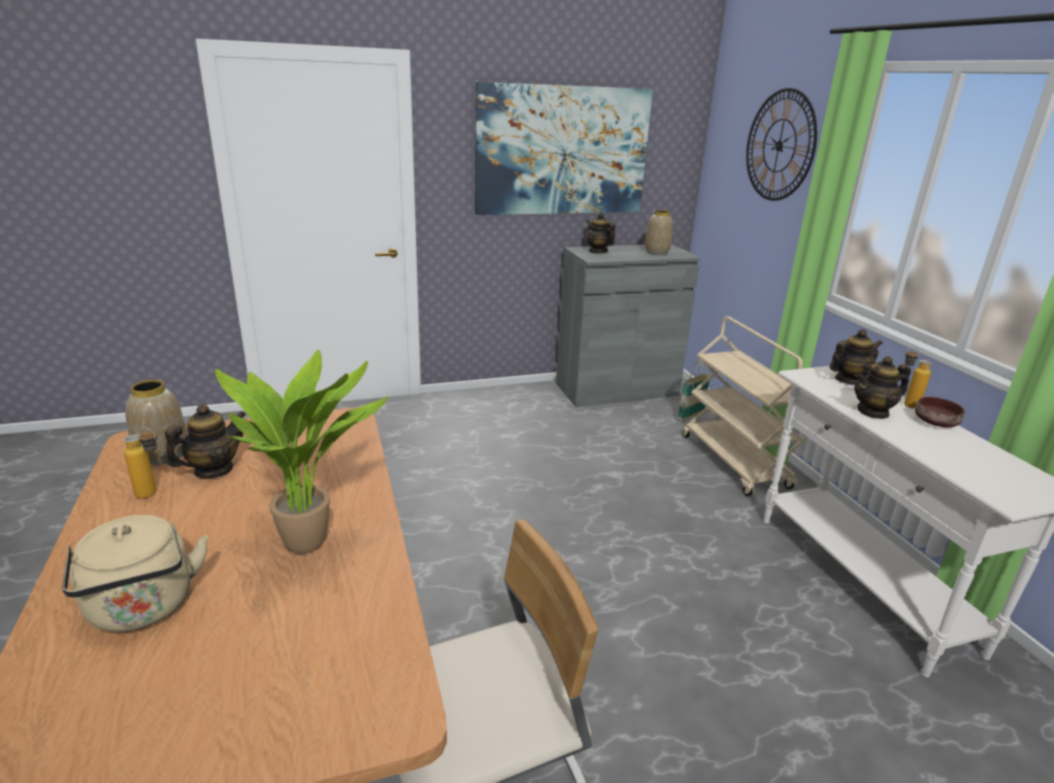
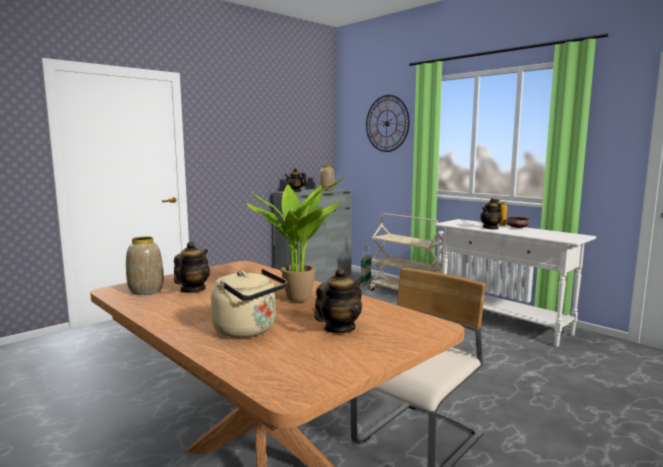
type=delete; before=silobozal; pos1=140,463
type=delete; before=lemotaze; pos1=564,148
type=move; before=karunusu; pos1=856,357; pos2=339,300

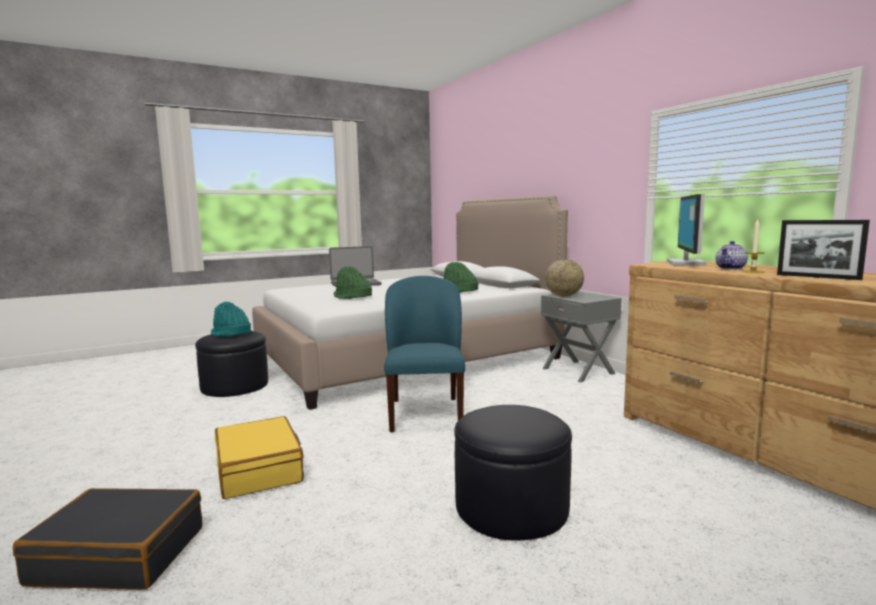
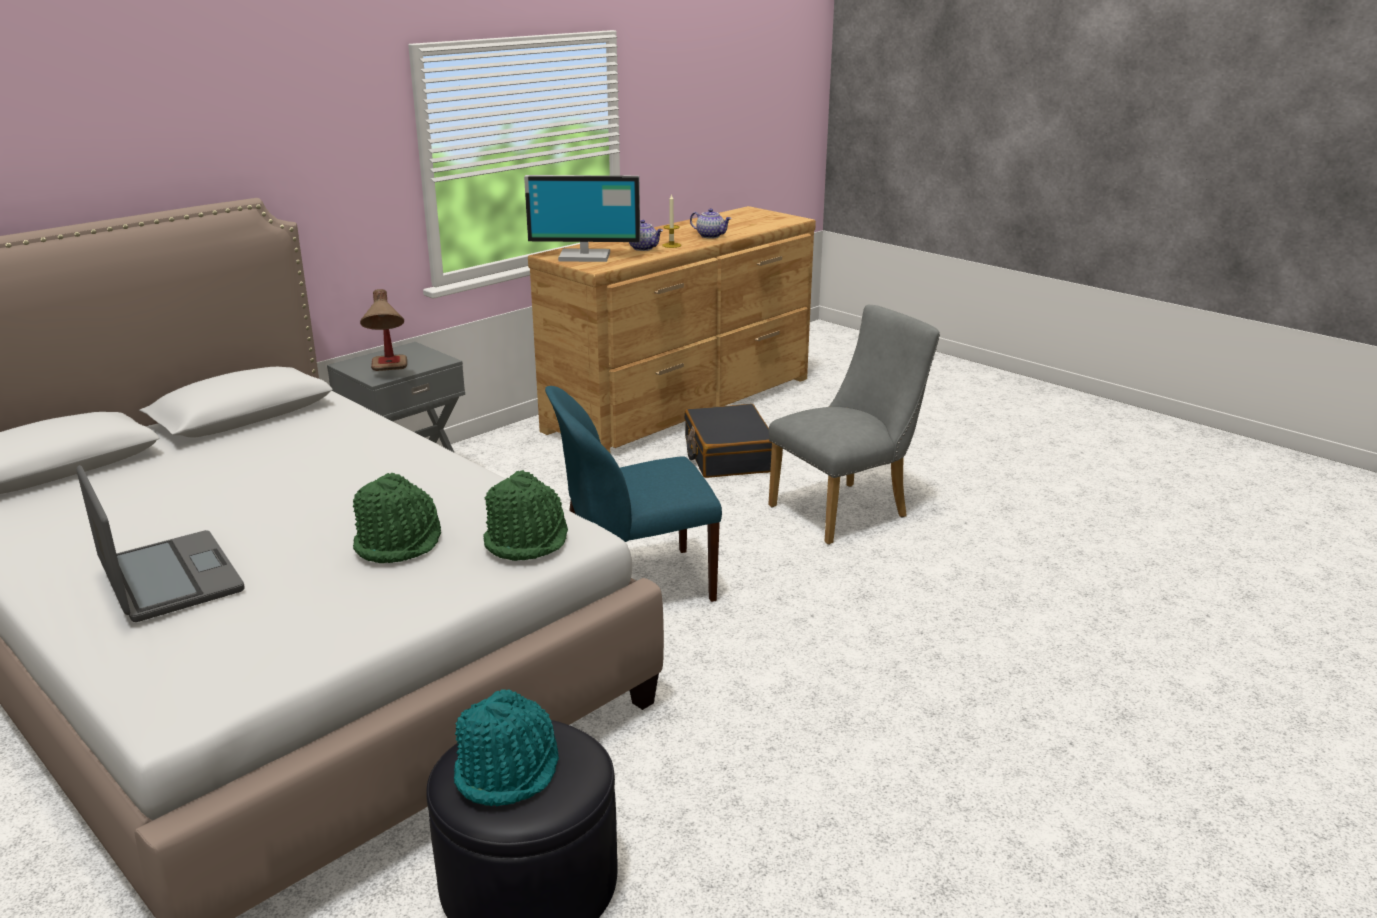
type=move; before=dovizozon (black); pos1=107,539; pos2=728,441
type=delete; before=dovizozon (yellow); pos1=259,457
type=move; before=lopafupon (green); pos1=460,277; pos2=525,515
type=replace; before=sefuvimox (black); after=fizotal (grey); pos1=513,472; pos2=854,425
type=replace; before=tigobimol; after=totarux; pos1=565,277; pos2=383,330
type=replace; before=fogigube; after=karunusu; pos1=823,250; pos2=711,223

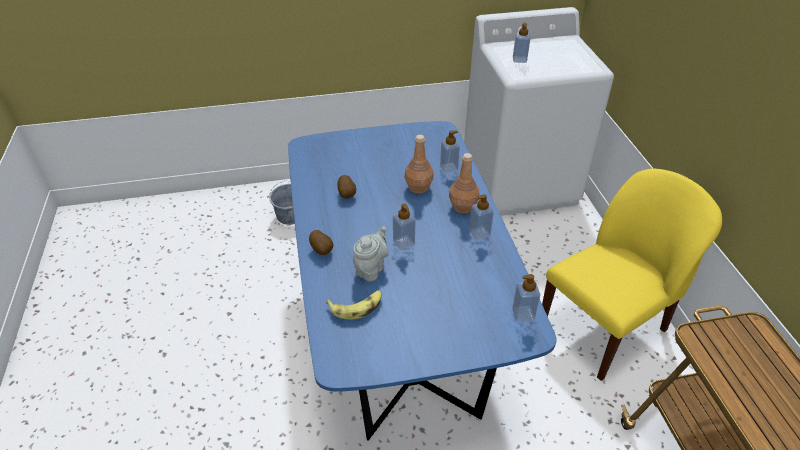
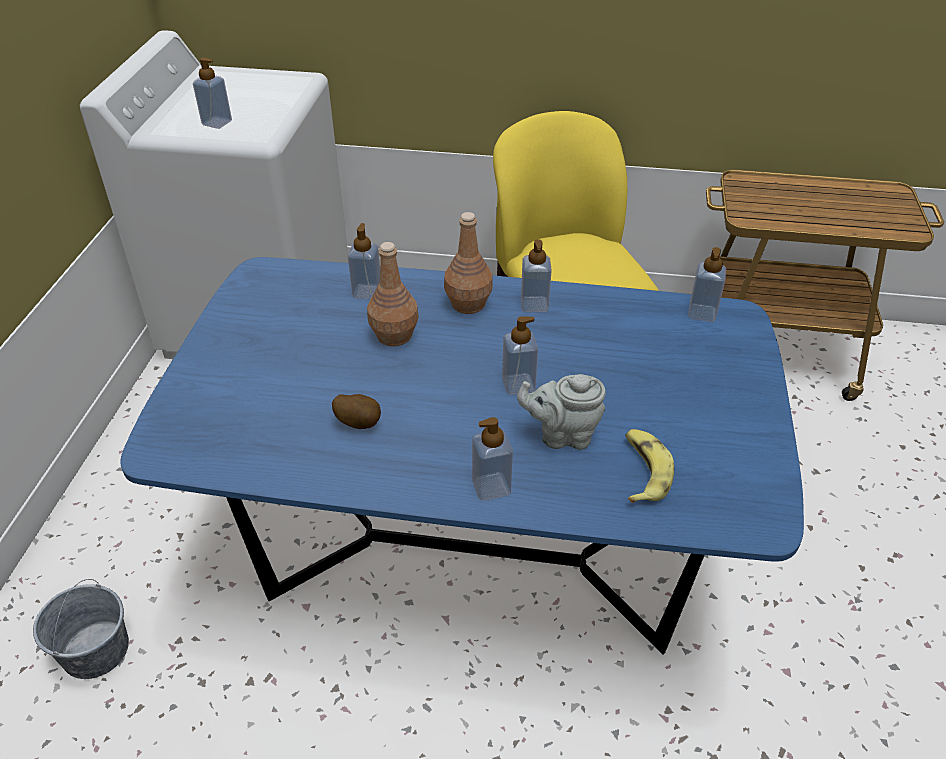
type=replace; before=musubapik; after=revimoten; pos1=321,242; pos2=492,459
type=rotate; before=karunusu (grey); pos1=371,254; pos2=561,412; turn=-45

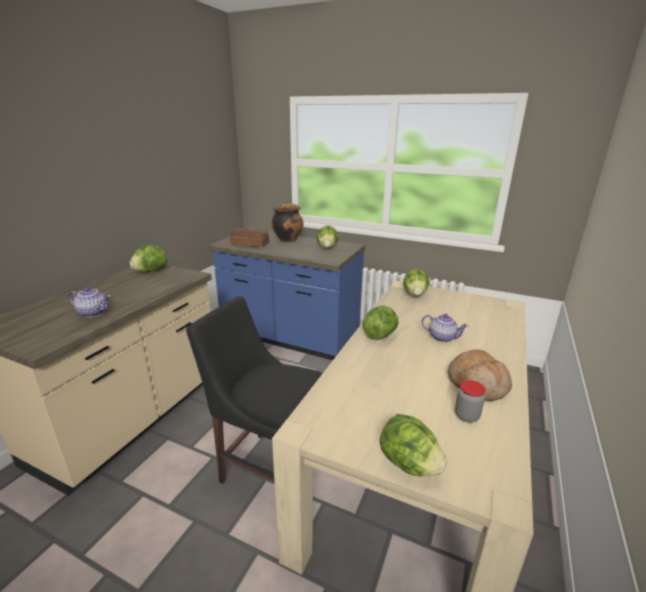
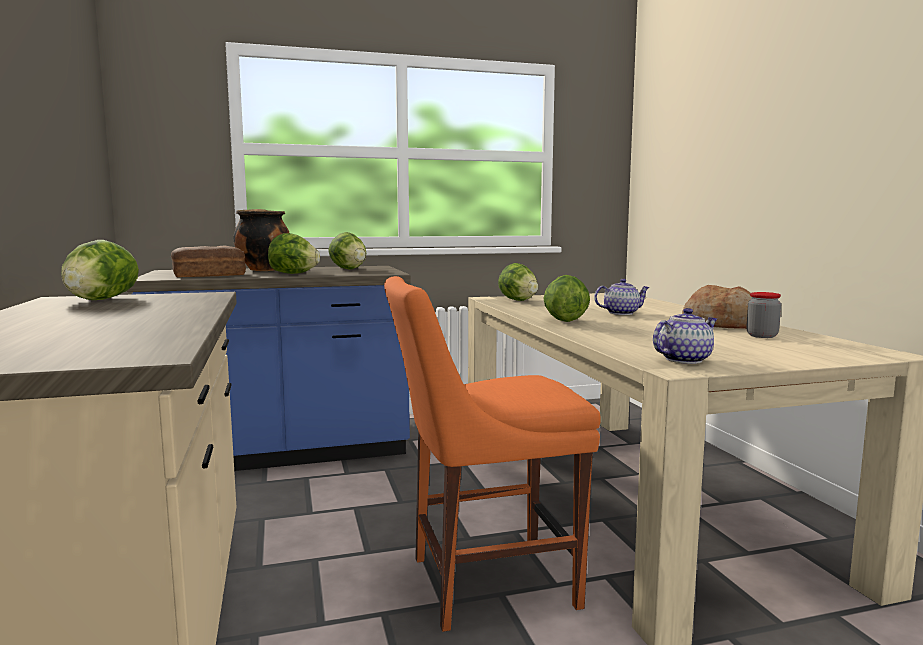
type=move; before=karunusu; pos1=89,302; pos2=685,336
type=recolor; before=fizotal (black); after=fizotal (orange); pos1=254,390; pos2=492,454
type=move; before=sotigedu; pos1=413,445; pos2=294,253

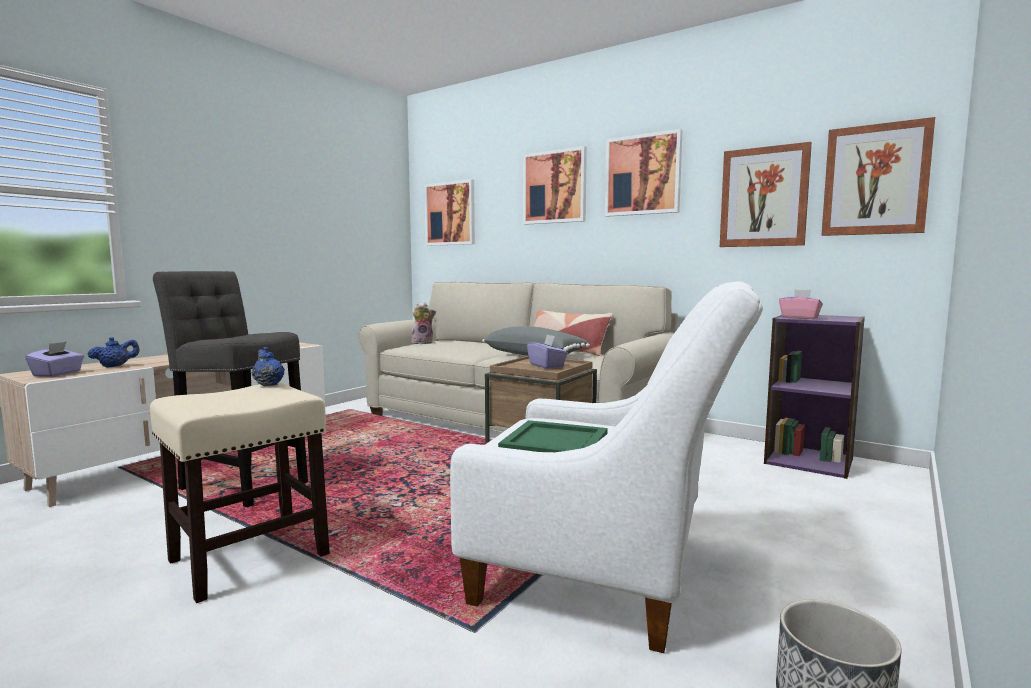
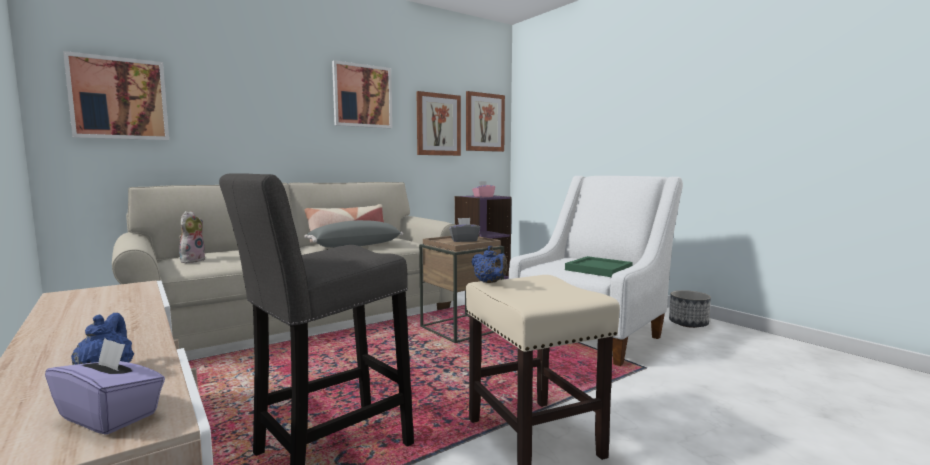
type=rotate; before=karunusu (blue); pos1=268,366; pos2=490,264; turn=-105
type=delete; before=lemotaze; pos1=555,185
type=recolor; before=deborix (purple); after=deborix (grey); pos1=547,352; pos2=464,230

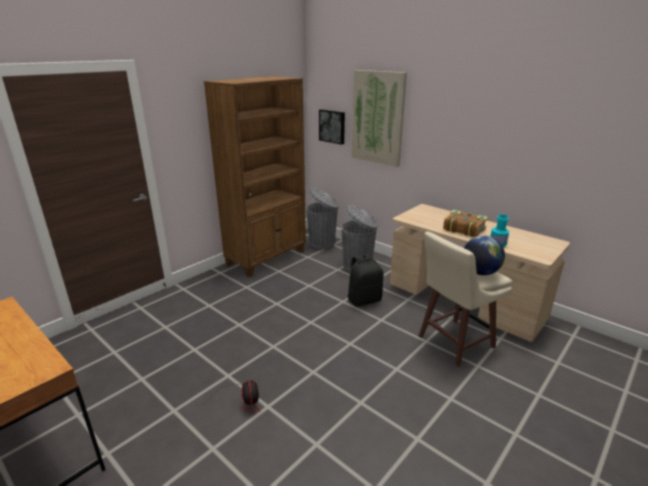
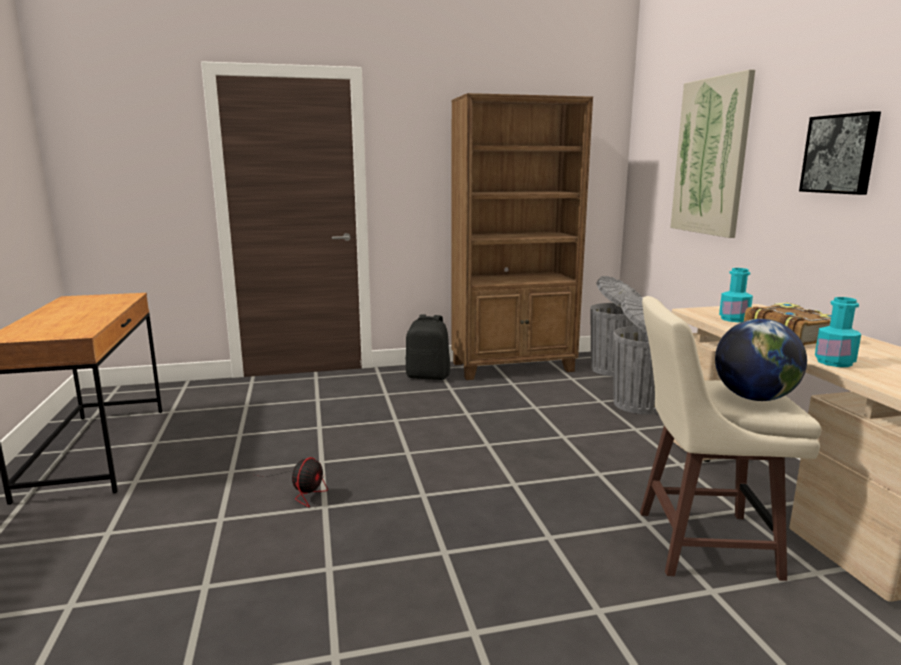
type=move; before=lemotaze; pos1=332,127; pos2=840,153
type=move; before=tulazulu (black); pos1=366,280; pos2=428,347
type=insert; after=silobozal (turquoise); pos2=736,295

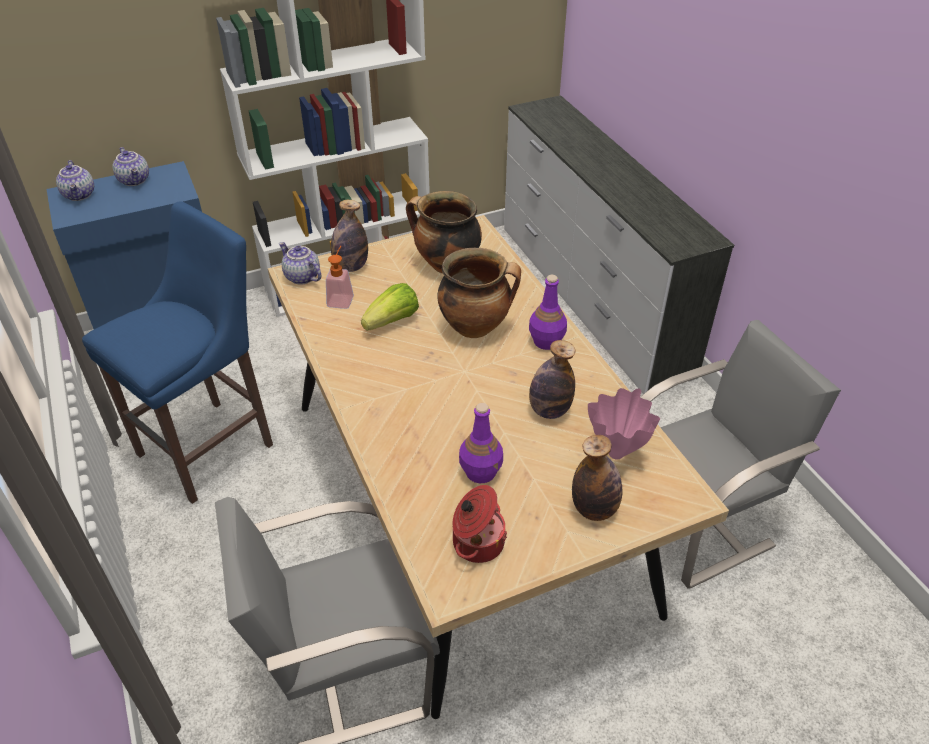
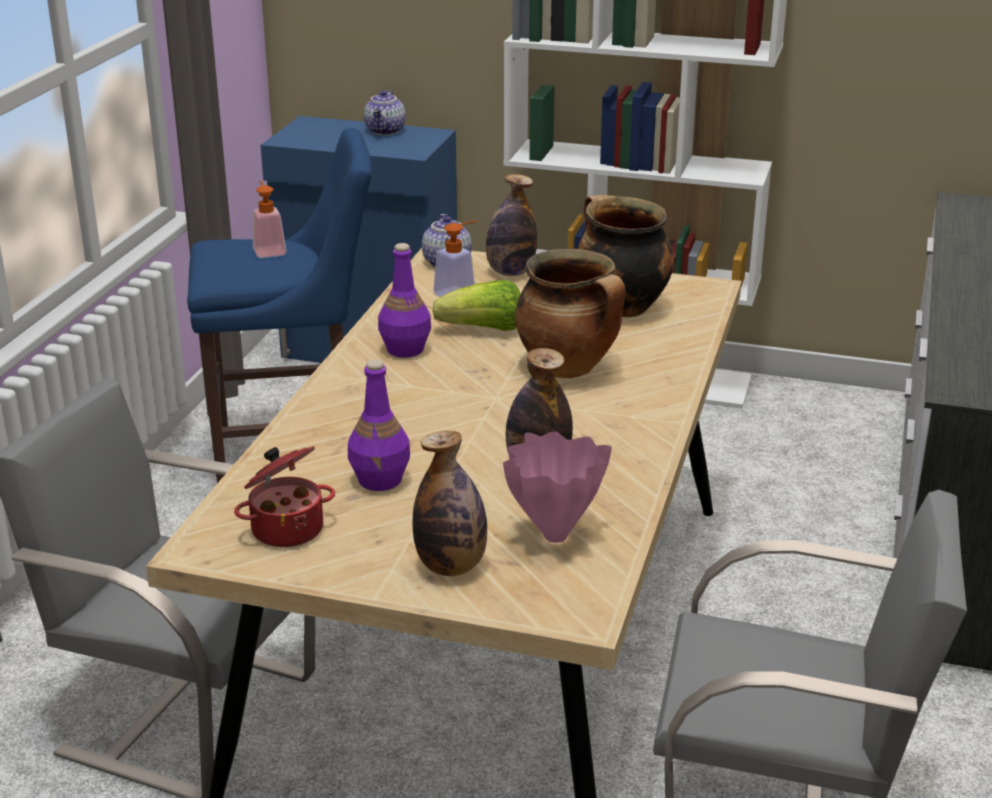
type=delete; before=karunusu; pos1=75,180
type=move; before=silobozal (purple); pos1=548,312; pos2=404,300
type=insert; after=revimoten; pos2=270,219

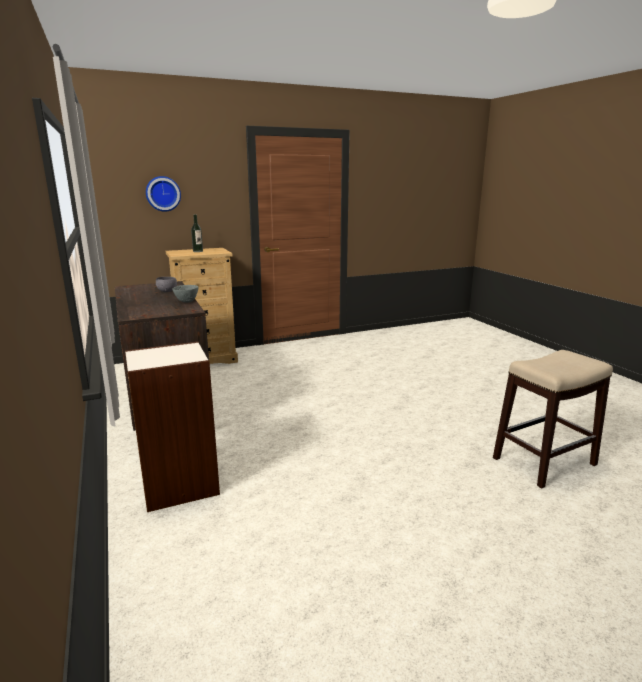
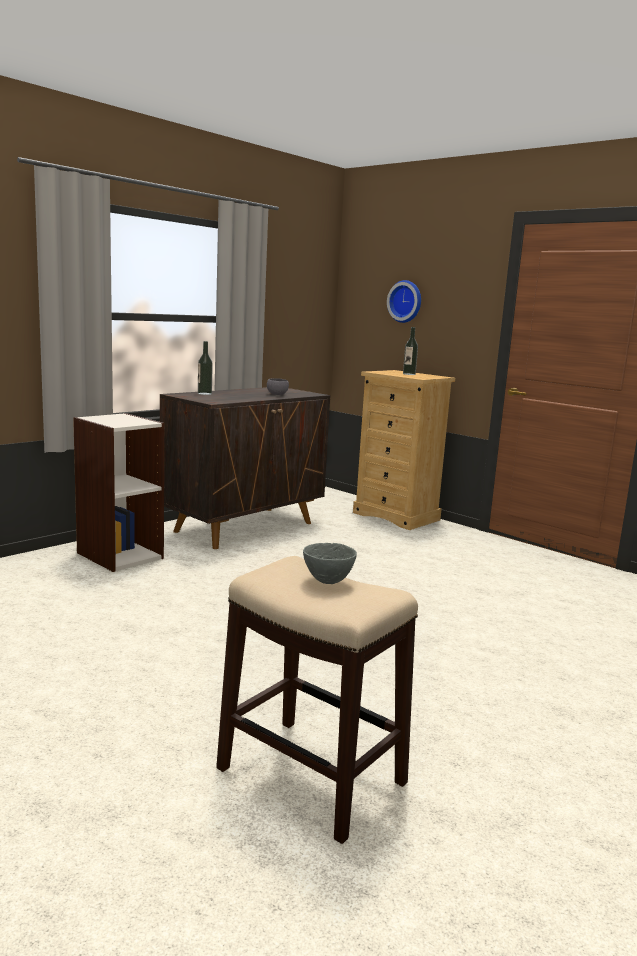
type=move; before=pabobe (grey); pos1=185,294; pos2=330,563
type=insert; after=silobozal; pos2=205,368

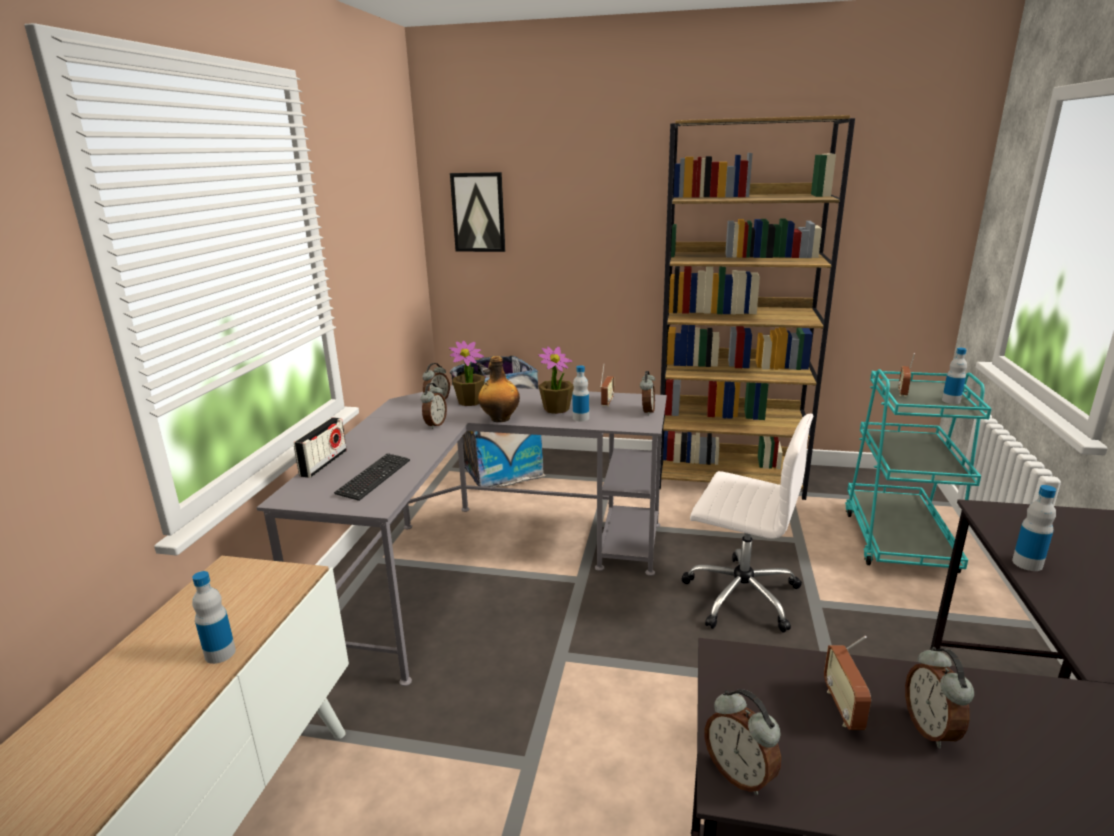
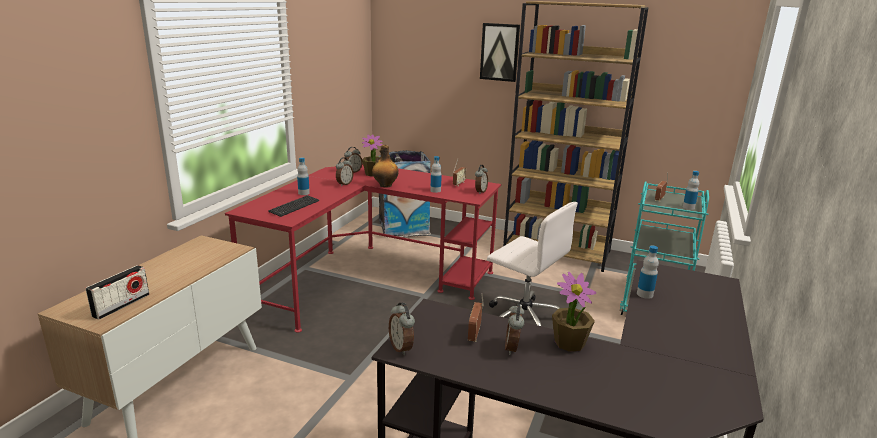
type=move; before=silobozal; pos1=214,617; pos2=303,176
type=recolor; before=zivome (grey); after=zivome (red); pos1=461,535; pos2=363,248
type=move; before=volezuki; pos1=320,447; pos2=117,292
type=move; before=lemotaze; pos1=477,212; pos2=500,52
type=move; before=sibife; pos1=556,380; pos2=574,312

